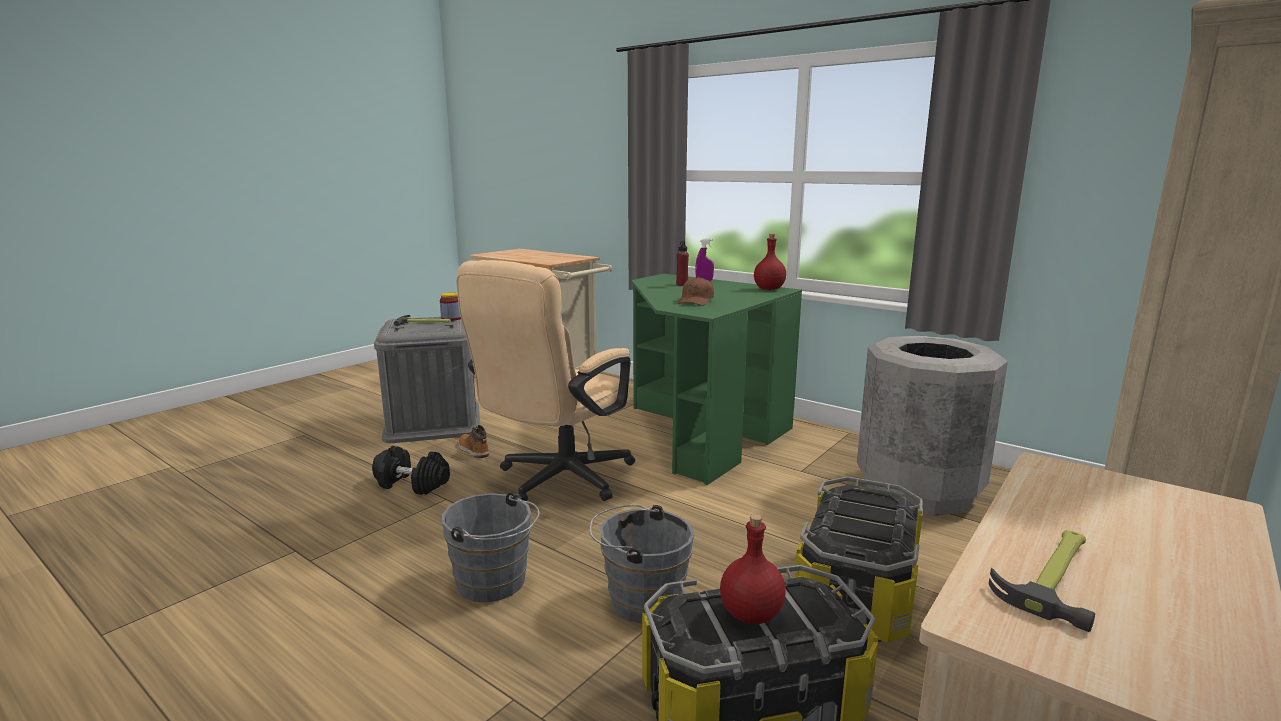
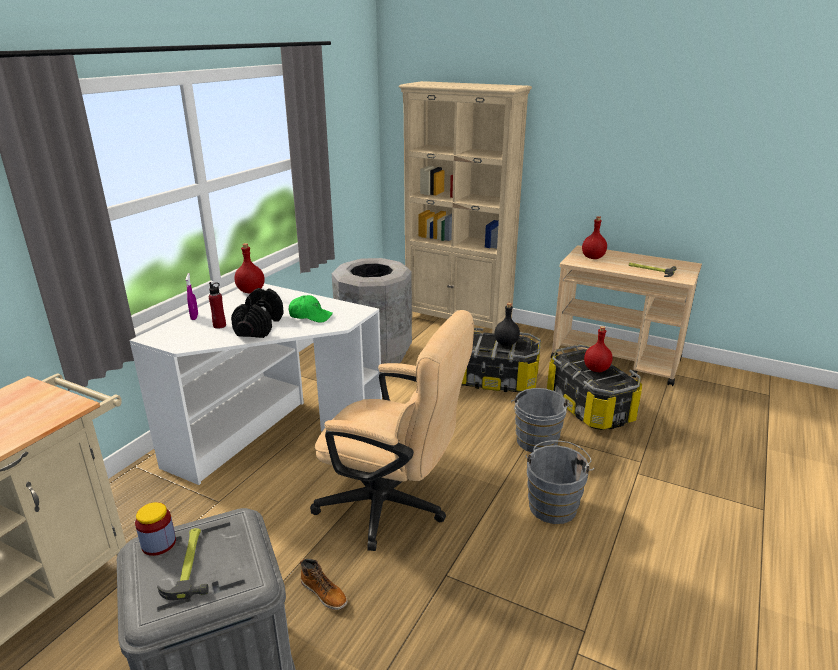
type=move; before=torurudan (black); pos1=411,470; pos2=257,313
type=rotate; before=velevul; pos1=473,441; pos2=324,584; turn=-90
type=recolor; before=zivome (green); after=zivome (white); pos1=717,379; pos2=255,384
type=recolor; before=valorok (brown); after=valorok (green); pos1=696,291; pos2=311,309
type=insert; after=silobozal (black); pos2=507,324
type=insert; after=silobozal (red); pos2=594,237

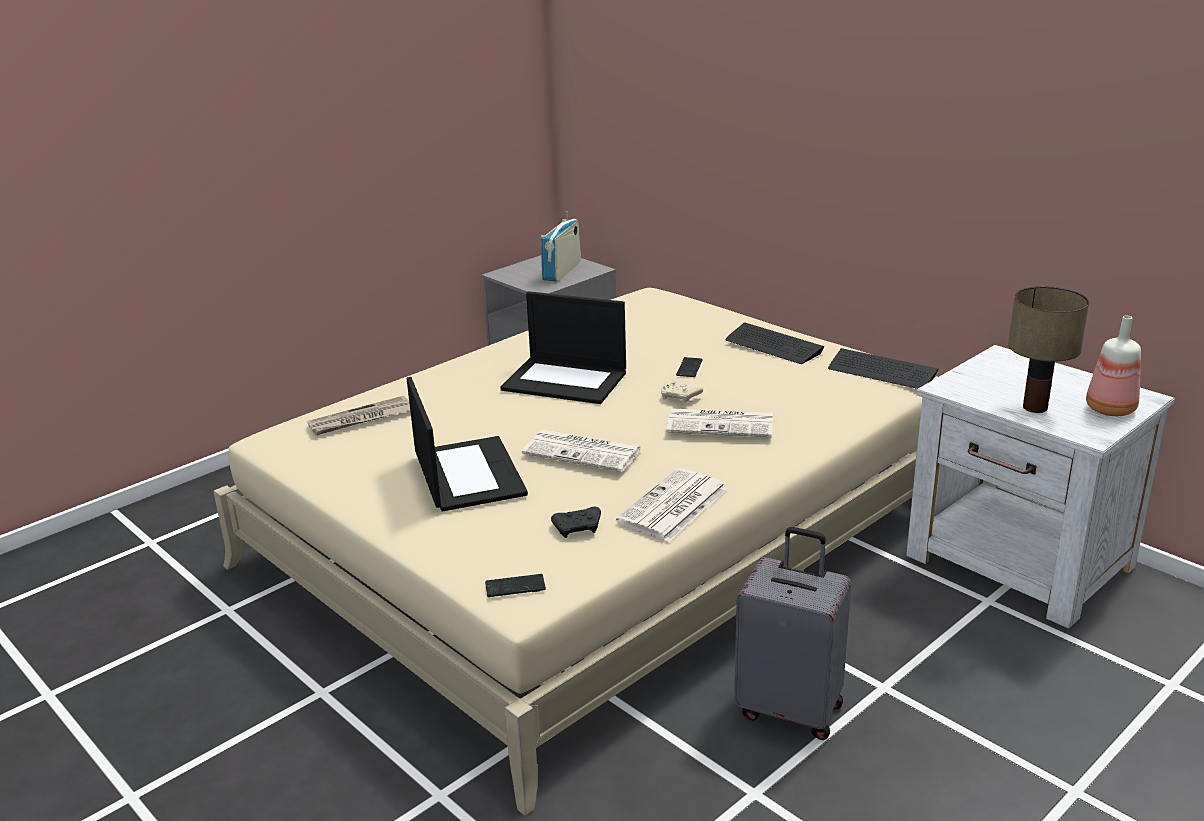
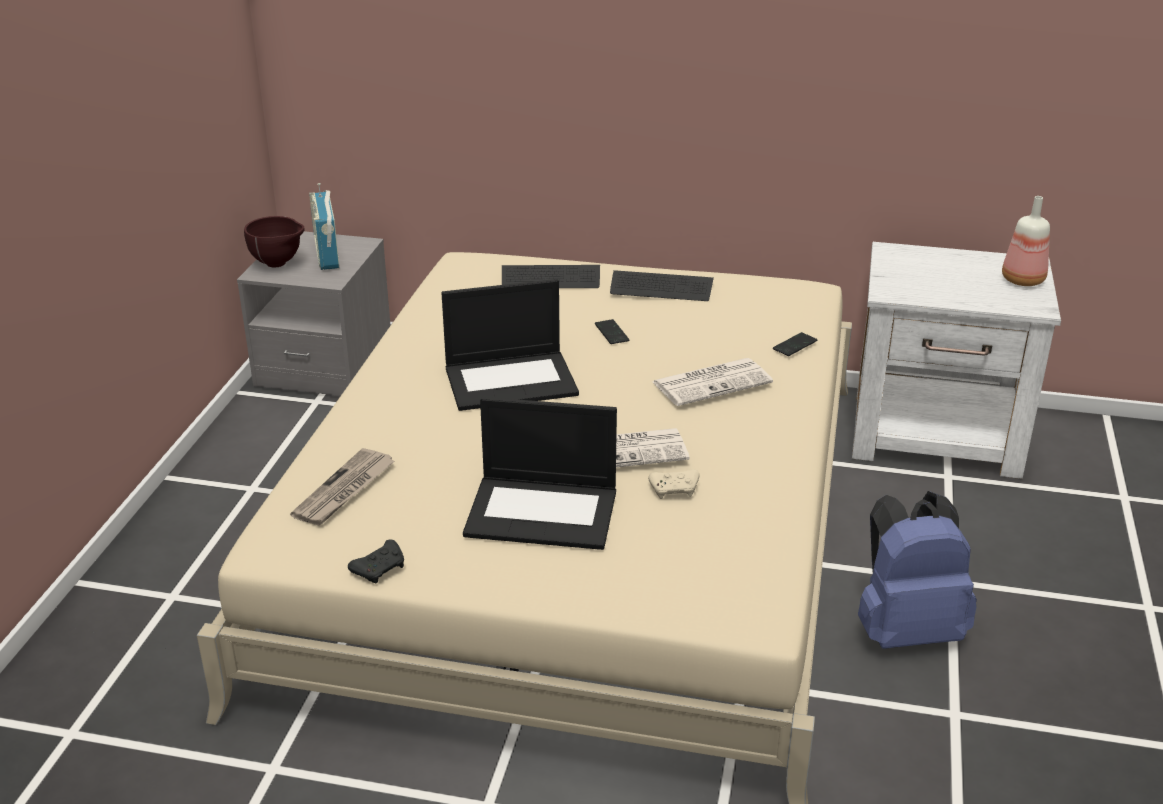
type=rotate; before=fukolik; pos1=467,444; pos2=540,473; turn=150
type=move; before=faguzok; pos1=515,585; pos2=795,344
type=move; before=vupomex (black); pos1=576,522; pos2=376,561
type=delete; before=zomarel; pos1=672,504
type=move; before=vupomex (beige); pos1=682,392; pos2=674,484
type=replace; before=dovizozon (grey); after=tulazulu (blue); pos1=792,633; pos2=917,570
type=move; before=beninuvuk; pos1=883,368; pos2=551,276
type=delete; before=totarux; pos1=1048,349
type=insert; after=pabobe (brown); pos2=274,241

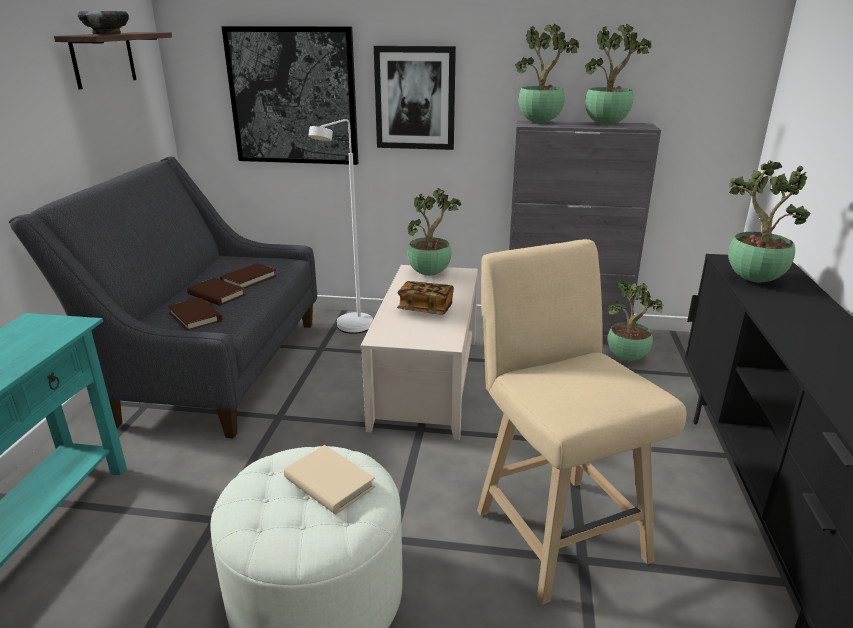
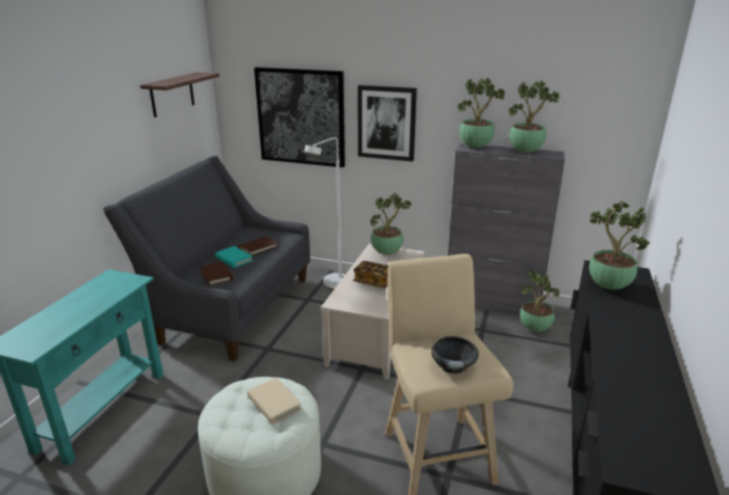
type=move; before=pabobe (black); pos1=103,22; pos2=455,355
type=recolor; before=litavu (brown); after=litavu (turquoise); pos1=216,292; pos2=234,257

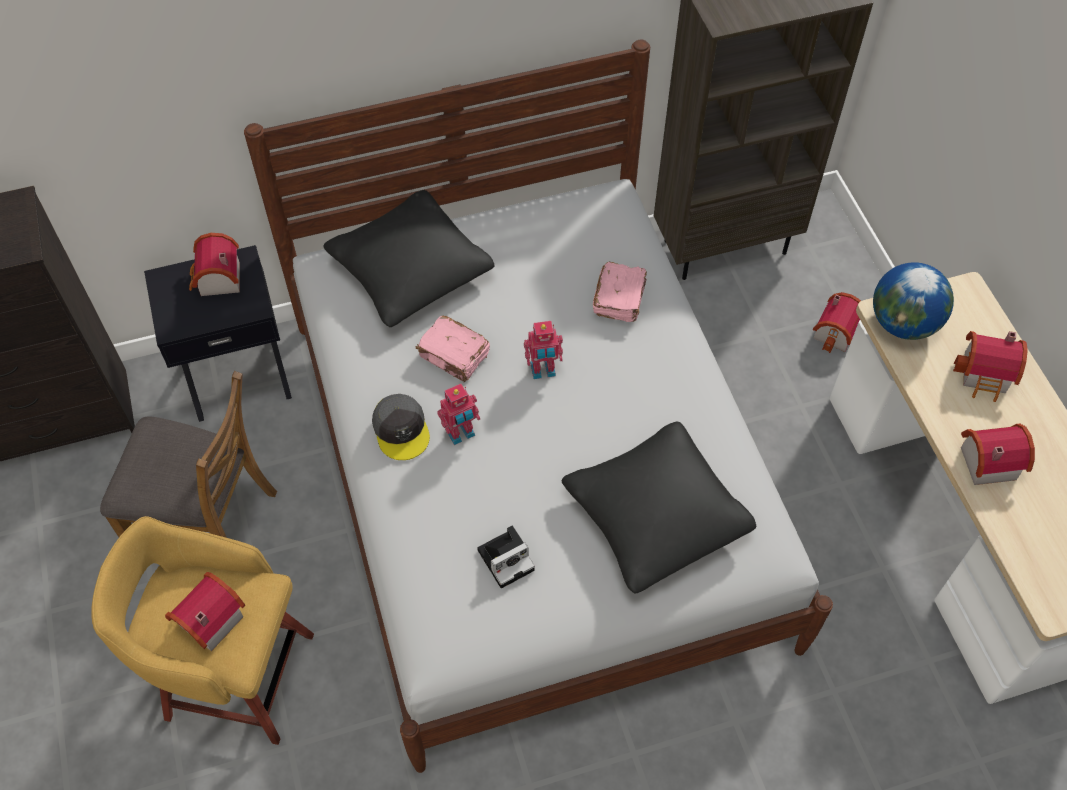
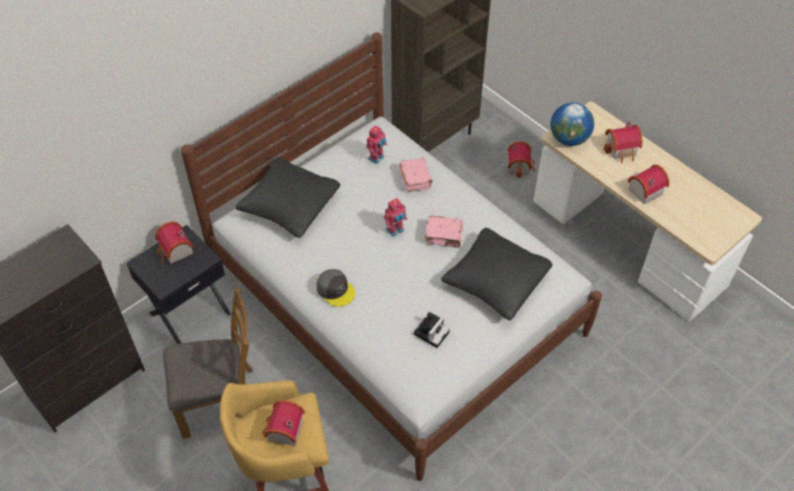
type=move; before=litavu (pink); pos1=453,349; pos2=444,232
type=move; before=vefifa; pos1=458,414; pos2=376,144

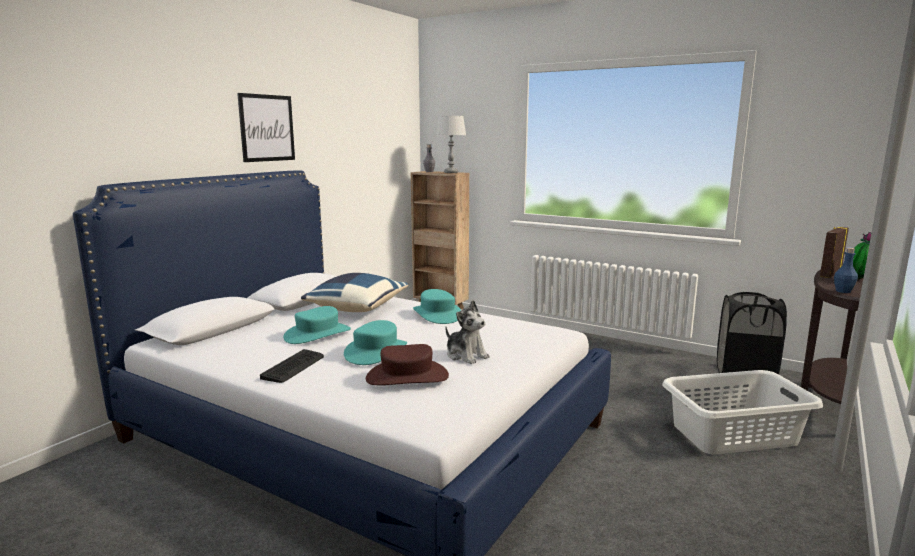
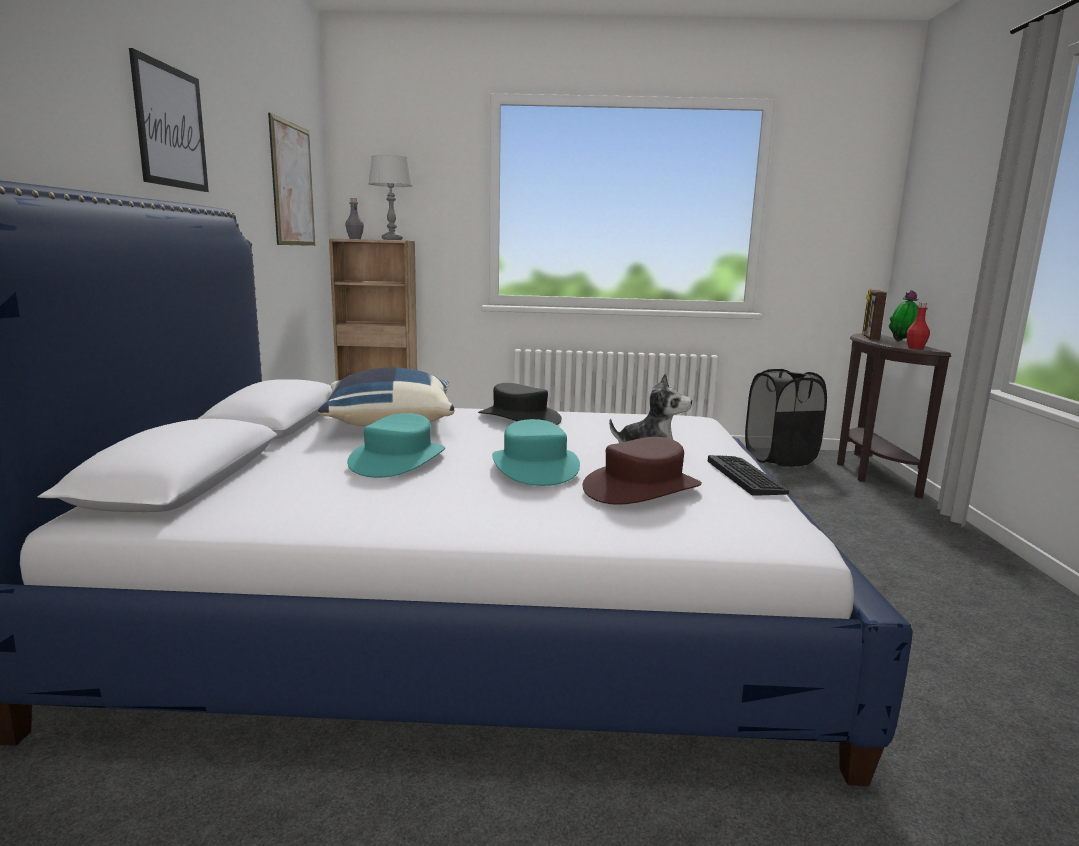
type=move; before=beninuvuk; pos1=292,366; pos2=748,475
type=recolor; before=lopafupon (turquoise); after=lopafupon (black); pos1=437,306; pos2=520,404
type=delete; before=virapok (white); pos1=742,412
type=recolor; before=silobozal (blue); after=silobozal (red); pos1=846,270; pos2=918,325
type=insert; after=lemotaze; pos2=291,179

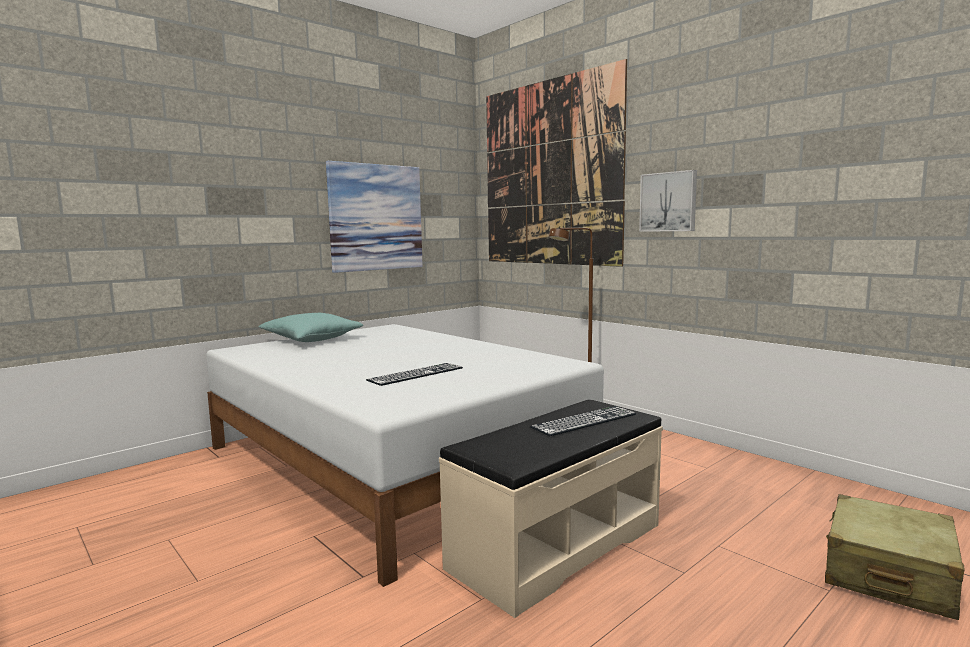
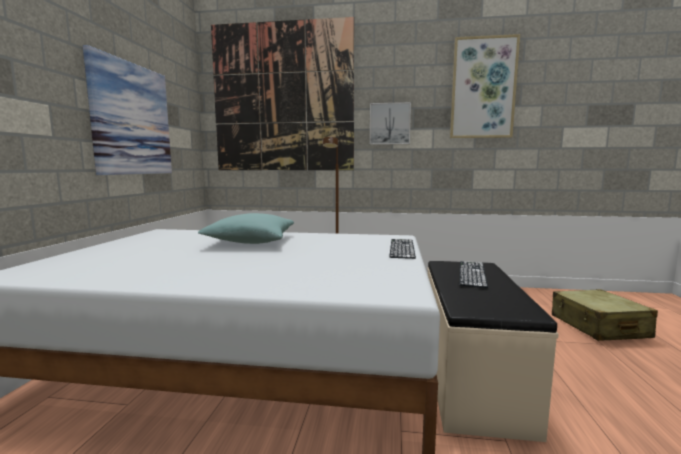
type=move; before=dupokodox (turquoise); pos1=310,327; pos2=246,228
type=move; before=beninuvuk; pos1=414,374; pos2=402,249
type=insert; after=lemotaze; pos2=485,86

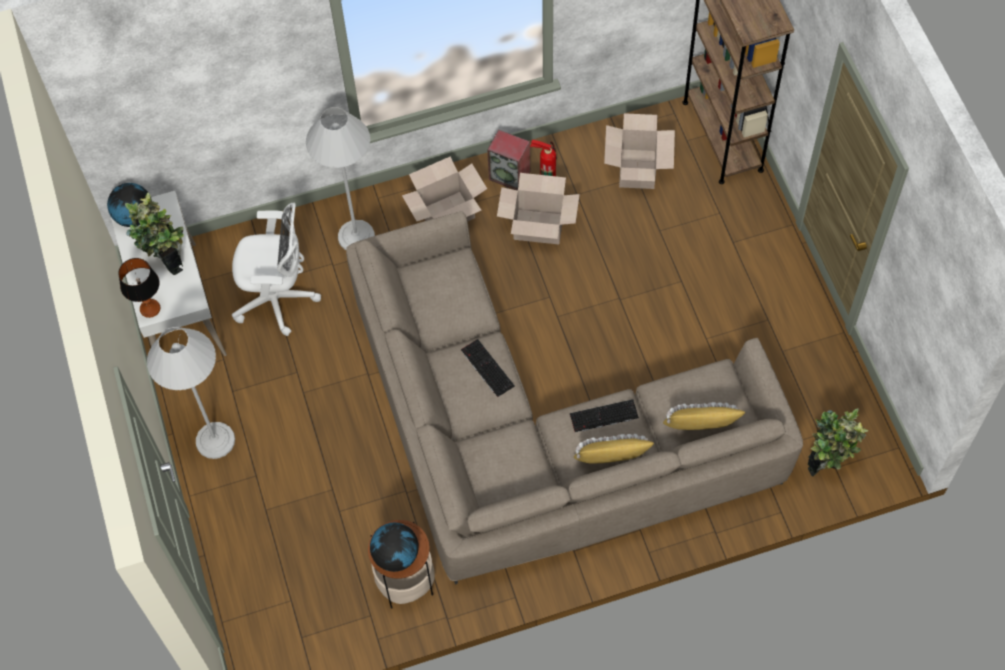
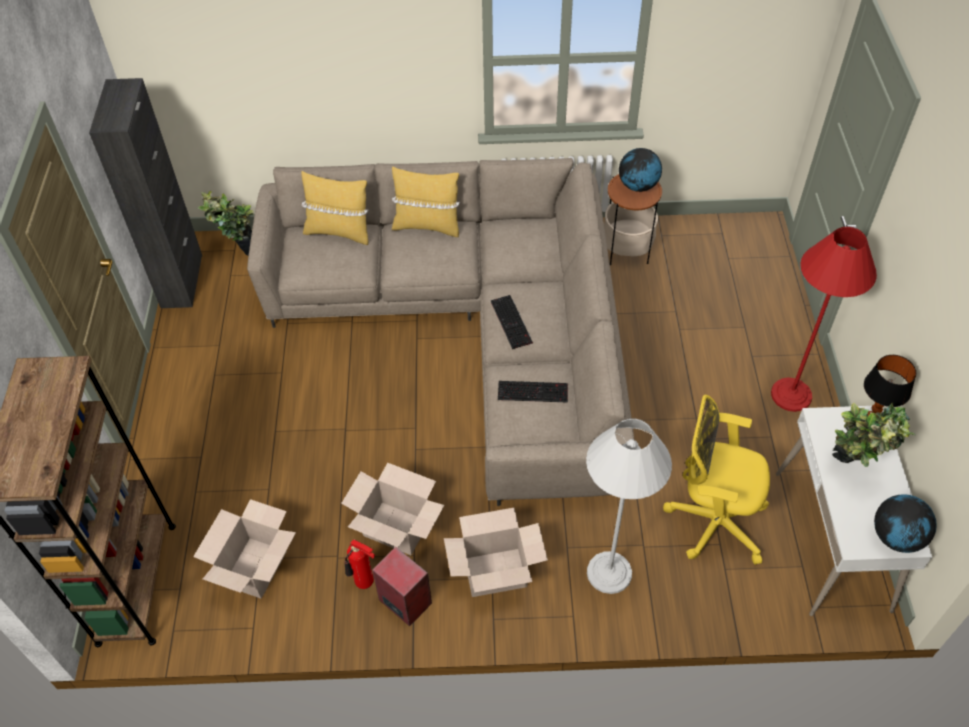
type=recolor; before=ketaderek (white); after=ketaderek (red); pos1=191,393; pos2=824,319
type=recolor; before=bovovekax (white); after=bovovekax (yellow); pos1=276,269; pos2=716,480
type=move; before=beninuvuk; pos1=604,415; pos2=533,392
type=insert; after=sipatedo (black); pos2=145,193

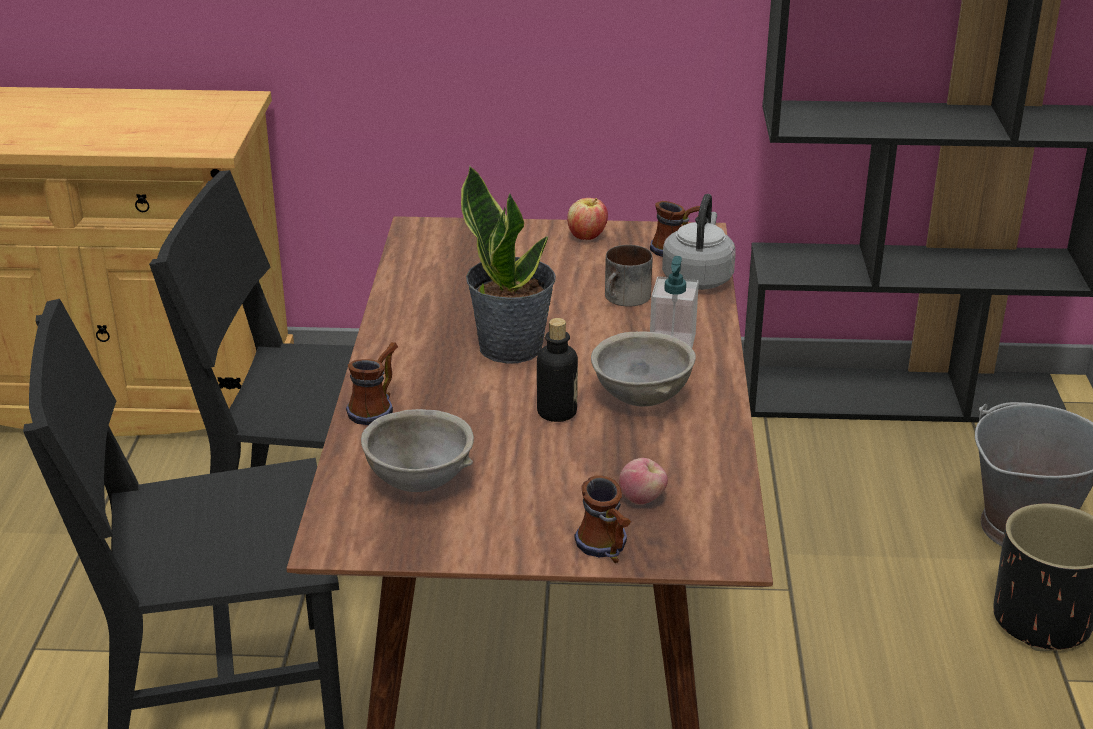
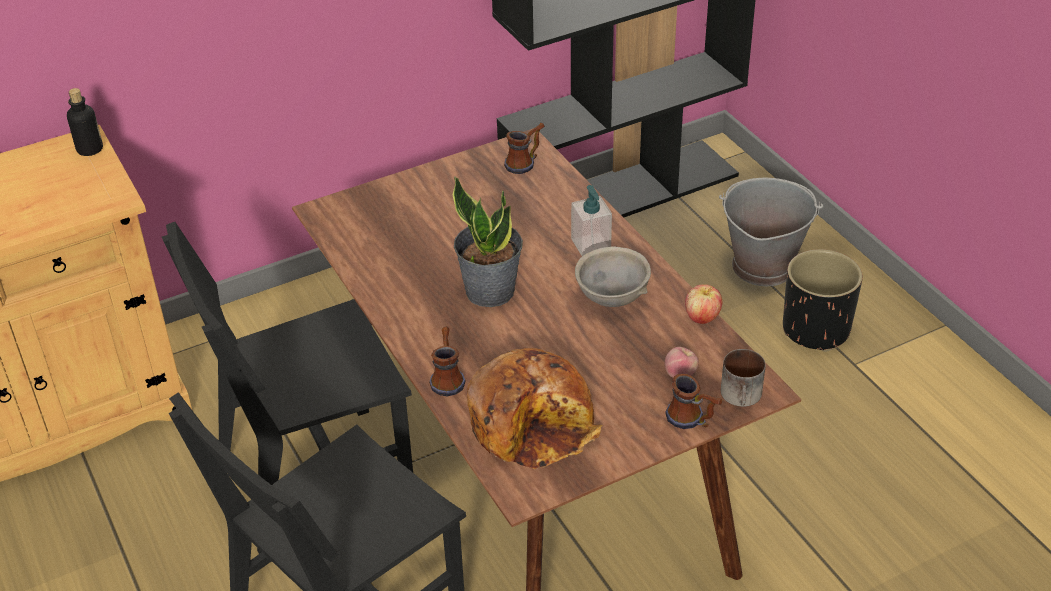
type=replace; before=pabobe (grey); after=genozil; pos1=417,450; pos2=535,408
type=move; before=silobozal; pos1=557,370; pos2=85,122
type=move; before=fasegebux; pos1=587,219; pos2=703,304
type=move; before=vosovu; pos1=629,276; pos2=743,378
type=delete; before=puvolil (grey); pos1=699,242

